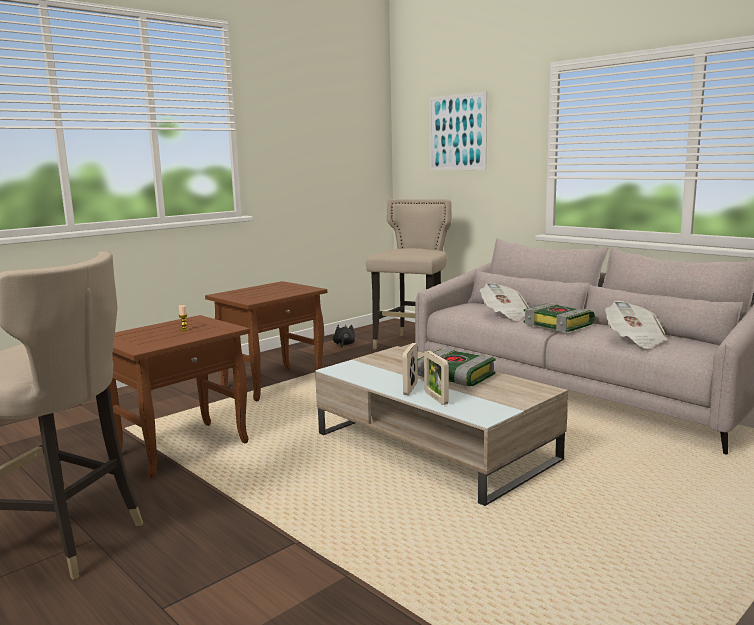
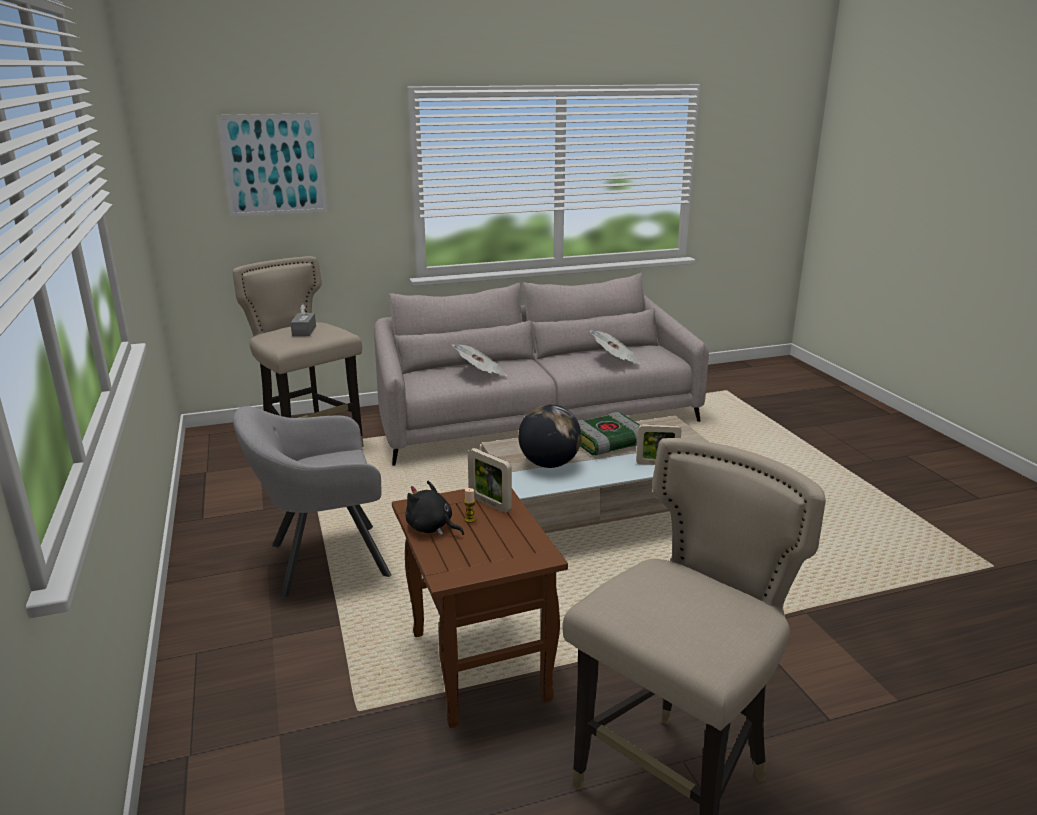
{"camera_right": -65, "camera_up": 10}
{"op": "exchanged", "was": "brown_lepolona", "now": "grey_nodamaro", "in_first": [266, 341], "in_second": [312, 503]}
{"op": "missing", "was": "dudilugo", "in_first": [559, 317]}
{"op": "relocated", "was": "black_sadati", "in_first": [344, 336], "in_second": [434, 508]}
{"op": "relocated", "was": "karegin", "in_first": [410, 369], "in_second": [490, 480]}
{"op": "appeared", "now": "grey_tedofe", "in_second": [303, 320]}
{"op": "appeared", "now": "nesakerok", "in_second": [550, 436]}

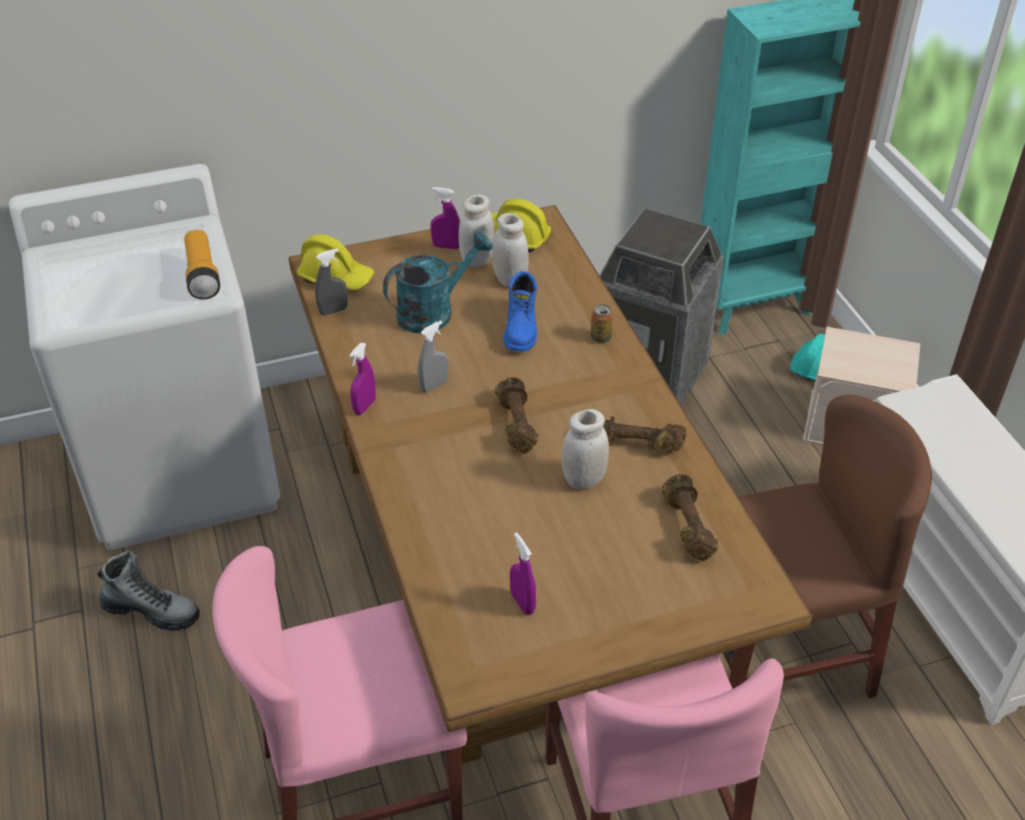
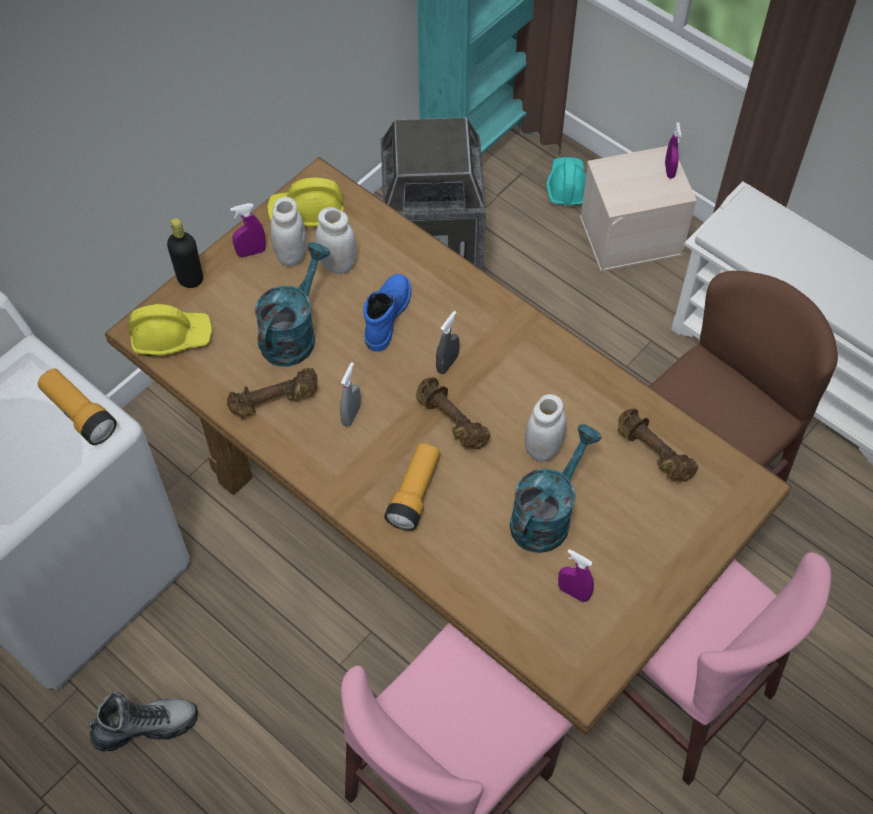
{"camera_right": -30, "camera_up": 15}
{"op": "relocated", "was": "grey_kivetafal", "in_first": [331, 282], "in_second": [447, 342]}
{"op": "spun", "was": "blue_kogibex", "in_first": [520, 311], "in_second": [387, 313], "clockwise": -135}
{"op": "missing", "was": "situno", "in_first": [602, 323]}
{"op": "relocated", "was": "purple_kivetafal", "in_first": [362, 379], "in_second": [673, 150]}
{"op": "relocated", "was": "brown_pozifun", "in_first": [645, 434], "in_second": [272, 393]}
{"op": "appeared", "now": "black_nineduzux", "in_second": [185, 253]}
{"op": "appeared", "now": "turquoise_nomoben", "in_second": [556, 488]}
{"op": "appeared", "now": "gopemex", "in_second": [412, 487]}

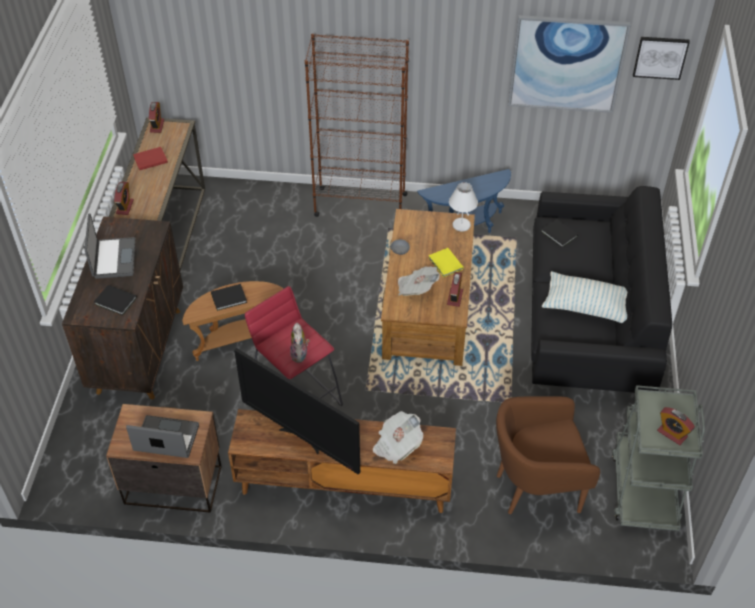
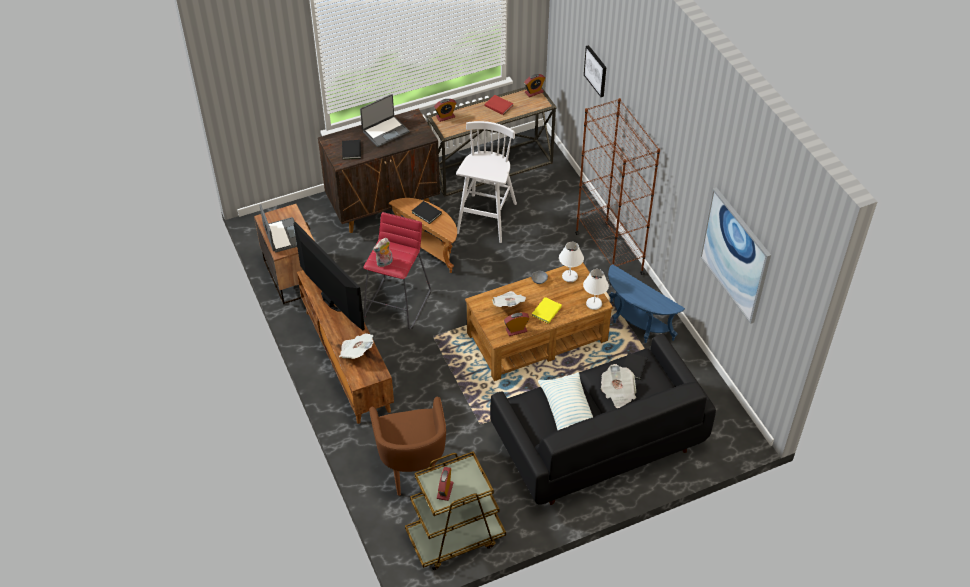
{"camera_right": 60, "camera_up": 0}
{"op": "relocated", "was": "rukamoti", "in_first": [661, 58], "in_second": [595, 71]}
{"op": "spun", "was": "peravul", "in_first": [297, 411], "in_second": [329, 276], "clockwise": 135}
{"op": "colour", "was": "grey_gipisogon", "now": "brown_gipisogon", "in_first": [658, 458], "in_second": [455, 510]}
{"op": "spun", "was": "brown_nodamaro", "in_first": [548, 455], "in_second": [407, 446], "clockwise": -150}
{"op": "appeared", "now": "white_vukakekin", "in_second": [486, 182]}
{"op": "appeared", "now": "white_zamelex", "in_second": [571, 262]}
{"op": "appeared", "now": "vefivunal", "in_second": [618, 386]}

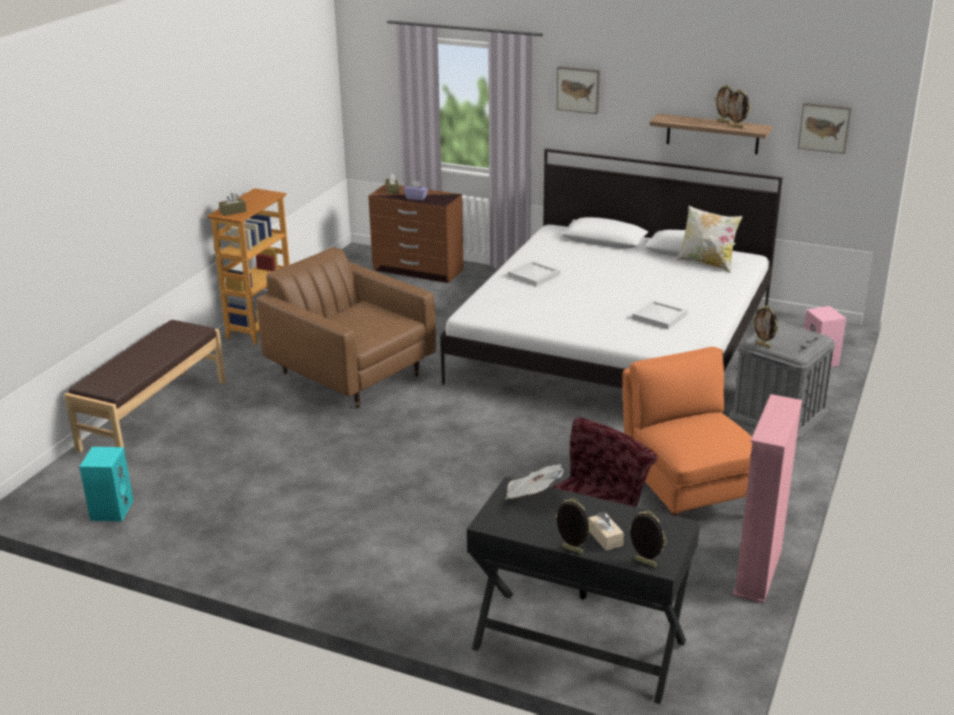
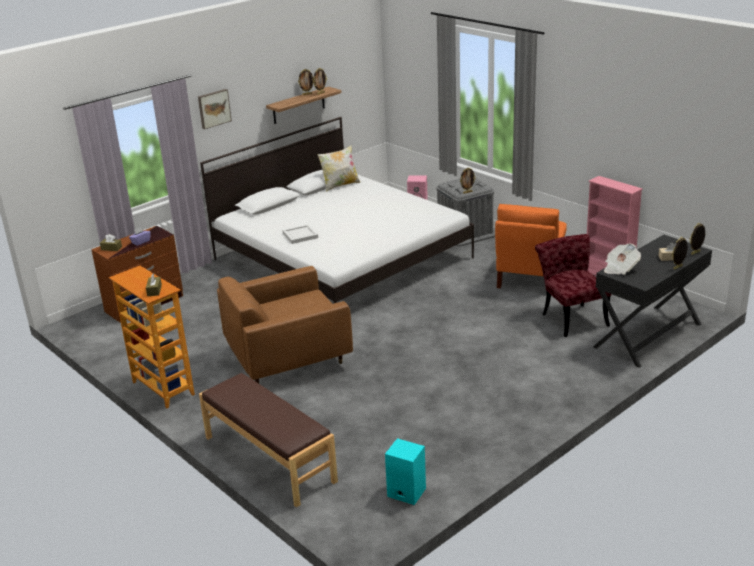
{"camera_right": -65, "camera_up": 0}
{"op": "missing", "was": "rukamoti", "in_first": [825, 128]}
{"op": "missing", "was": "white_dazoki", "in_first": [660, 314]}
{"op": "spun", "was": "orange_nodamaro", "in_first": [687, 432], "in_second": [531, 246], "clockwise": -75}

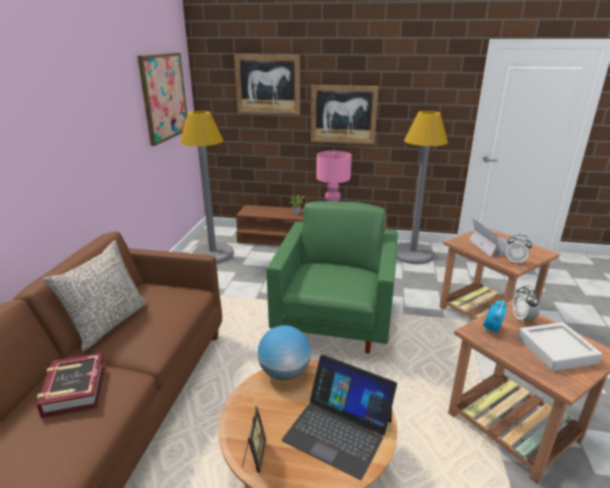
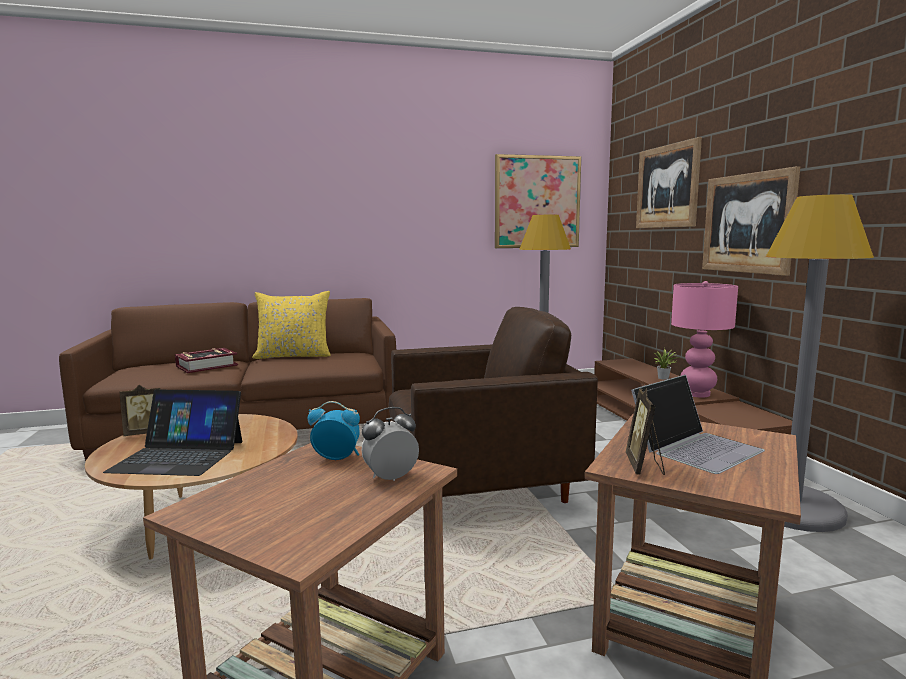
{"camera_right": 65, "camera_up": -15}
{"op": "colour", "was": "green_nodamaro", "now": "brown_nodamaro", "in_first": [332, 277], "in_second": [493, 405]}
{"op": "exchanged", "was": "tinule", "now": "karegin", "in_first": [519, 250], "in_second": [645, 431]}
{"op": "colour", "was": "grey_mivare", "now": "yellow_mivare", "in_first": [95, 295], "in_second": [291, 325]}
{"op": "missing", "was": "grey_dazoki", "in_first": [559, 346]}
{"op": "missing", "was": "nesakerok", "in_first": [284, 352]}
{"op": "spun", "was": "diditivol", "in_first": [339, 417], "in_second": [172, 432], "clockwise": -90}

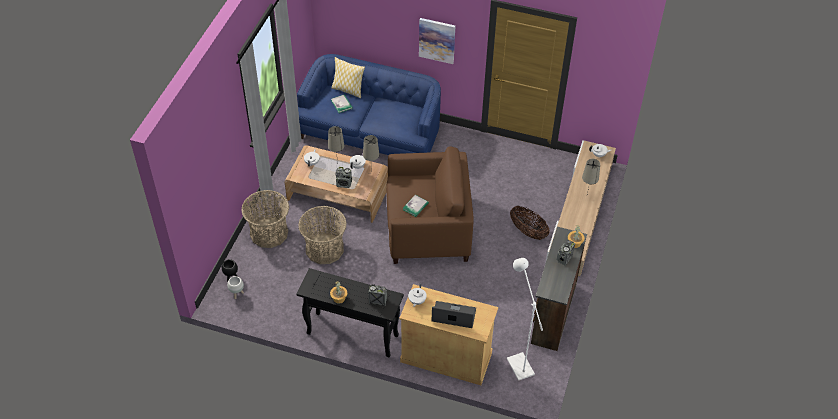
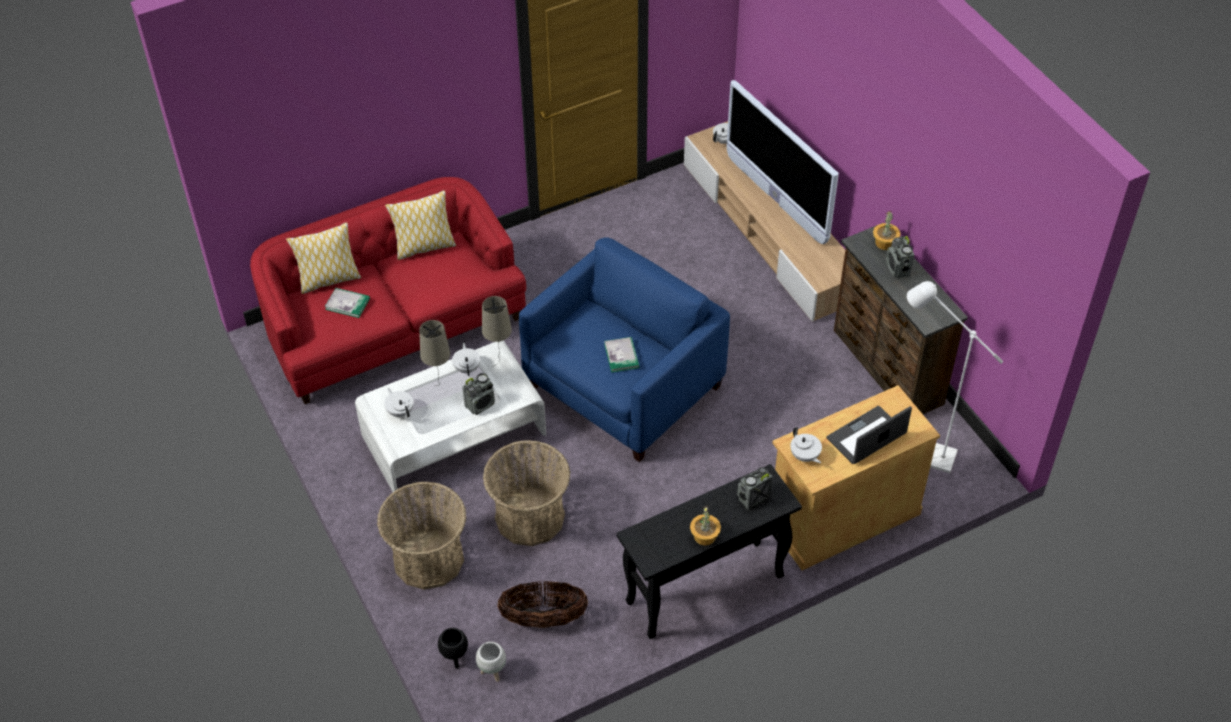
{"camera_right": -45, "camera_up": 0}
{"op": "missing", "was": "rukamoti", "in_first": [437, 41]}
{"op": "colour", "was": "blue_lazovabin", "now": "red_lazovabin", "in_first": [369, 104], "in_second": [388, 290]}
{"op": "colour", "was": "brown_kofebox", "now": "white_kofebox", "in_first": [336, 184], "in_second": [450, 418]}
{"op": "colour", "was": "brown_nodamaro", "now": "blue_nodamaro", "in_first": [430, 205], "in_second": [624, 349]}
{"op": "exchanged", "was": "beige_zamelex", "now": "peravul", "in_first": [591, 176], "in_second": [782, 162]}
{"op": "relocated", "was": "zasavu", "in_first": [530, 223], "in_second": [543, 604]}
{"op": "appeared", "now": "mivare", "in_second": [420, 225]}

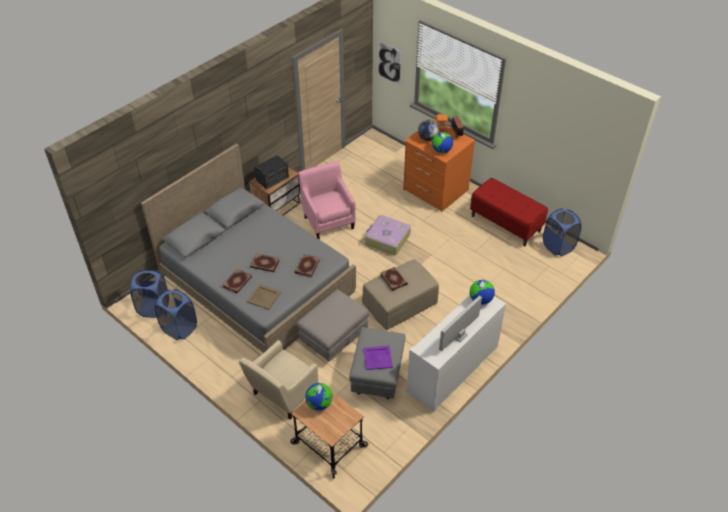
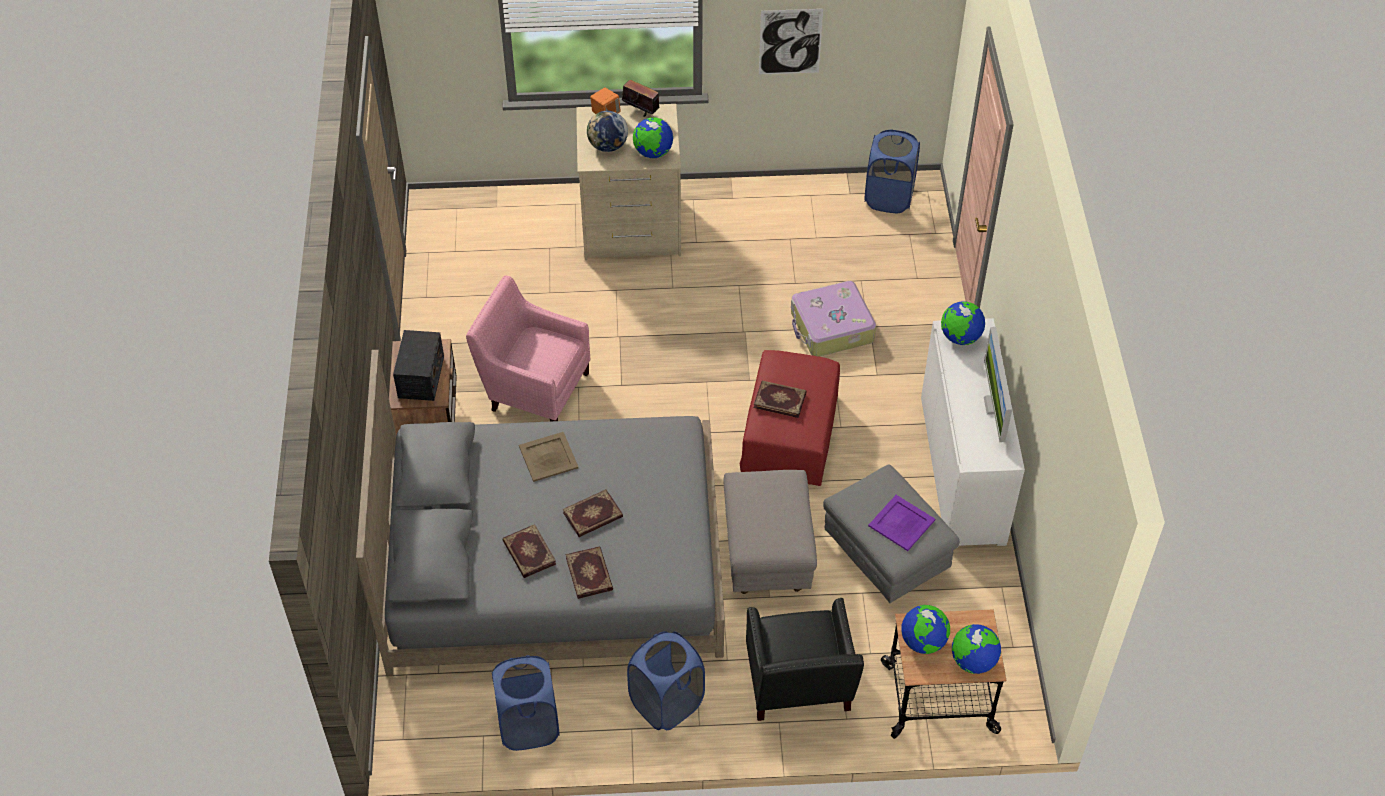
{"camera_right": -45, "camera_up": 5}
{"op": "relocated", "was": "rukamoti", "in_first": [390, 63], "in_second": [791, 42]}
{"op": "colour", "was": "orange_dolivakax", "now": "beige_dolivakax", "in_first": [439, 165], "in_second": [628, 182]}
{"op": "missing", "was": "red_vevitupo", "in_first": [509, 212]}
{"op": "relocated", "was": "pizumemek", "in_first": [388, 235], "in_second": [833, 319]}
{"op": "relocated", "was": "dudilugo", "in_first": [307, 265], "in_second": [529, 551]}
{"op": "colour", "was": "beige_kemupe", "now": "red_kemupe", "in_first": [400, 294], "in_second": [790, 418]}
{"op": "relocated", "was": "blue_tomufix", "in_first": [149, 294], "in_second": [666, 680]}
{"op": "relocated", "was": "beige_dazoki", "in_first": [264, 297], "in_second": [549, 457]}
{"op": "colour", "was": "beige_nodamaro", "now": "black_nodamaro", "in_first": [279, 380], "in_second": [805, 659]}
{"op": "appeared", "now": "nesakerok", "in_second": [976, 649]}

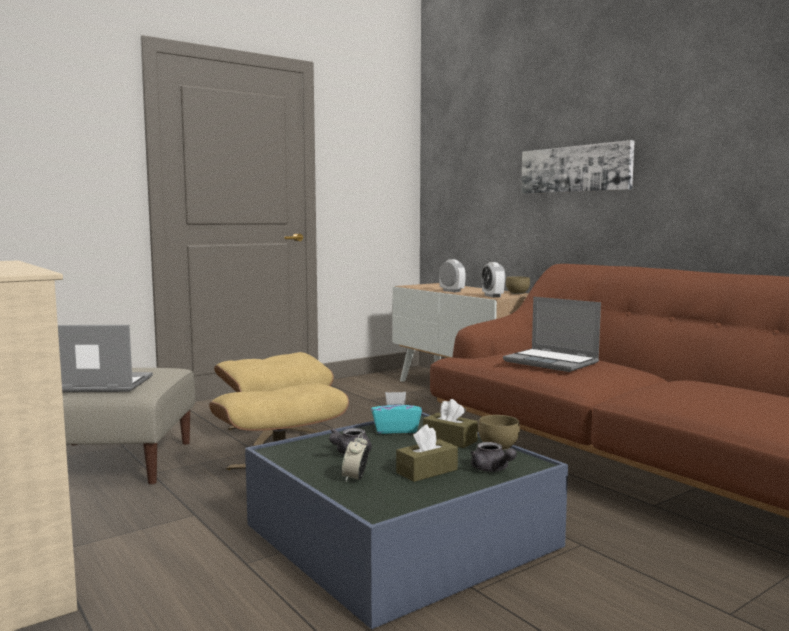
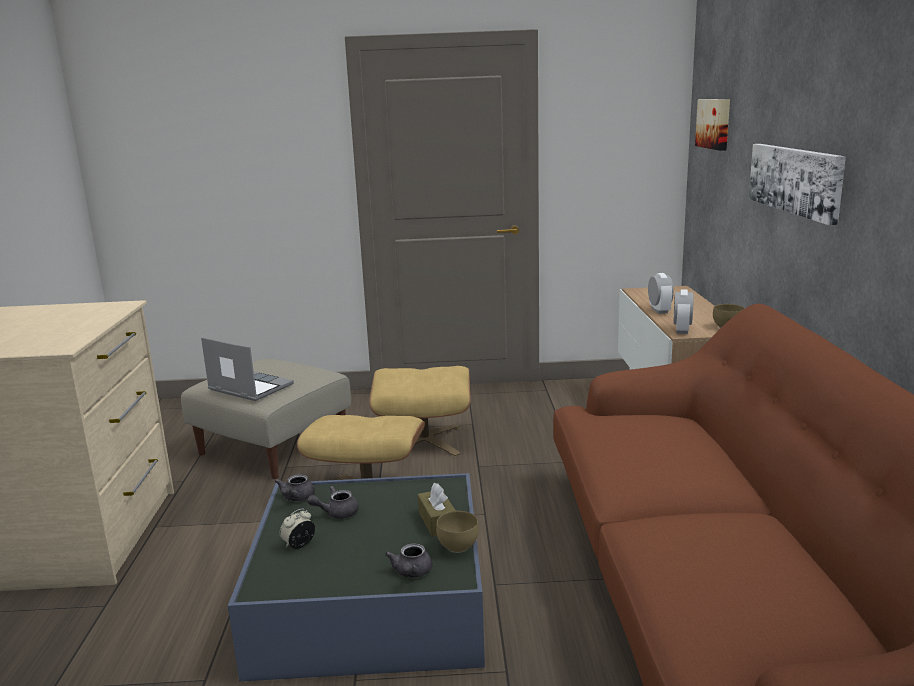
{"camera_right": 35, "camera_up": 10}
{"op": "missing", "was": "diditivol", "in_first": [552, 334]}
{"op": "missing", "was": "turquoise_tedofe", "in_first": [396, 413]}
{"op": "missing", "was": "brown_tedofe", "in_first": [427, 453]}
{"op": "appeared", "now": "rukamoti", "in_second": [712, 125]}
{"op": "appeared", "now": "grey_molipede", "in_second": [295, 487]}

